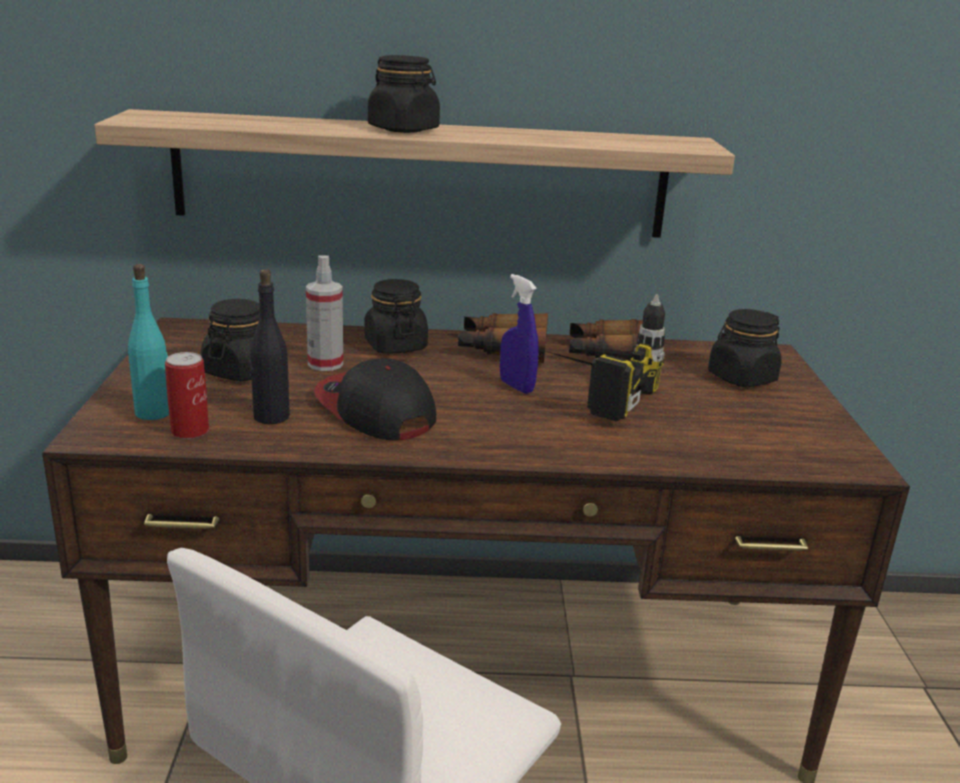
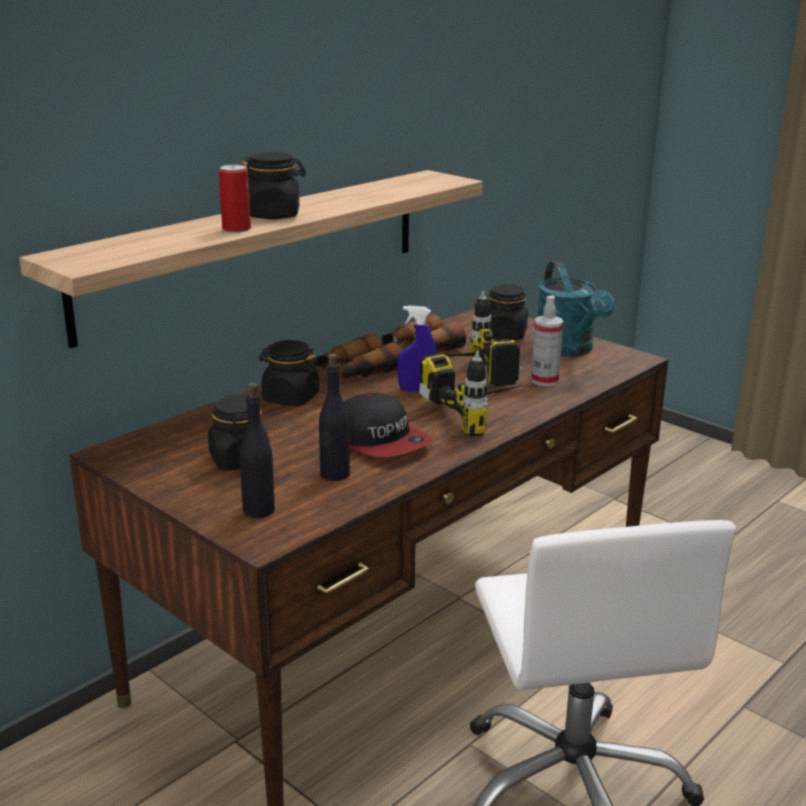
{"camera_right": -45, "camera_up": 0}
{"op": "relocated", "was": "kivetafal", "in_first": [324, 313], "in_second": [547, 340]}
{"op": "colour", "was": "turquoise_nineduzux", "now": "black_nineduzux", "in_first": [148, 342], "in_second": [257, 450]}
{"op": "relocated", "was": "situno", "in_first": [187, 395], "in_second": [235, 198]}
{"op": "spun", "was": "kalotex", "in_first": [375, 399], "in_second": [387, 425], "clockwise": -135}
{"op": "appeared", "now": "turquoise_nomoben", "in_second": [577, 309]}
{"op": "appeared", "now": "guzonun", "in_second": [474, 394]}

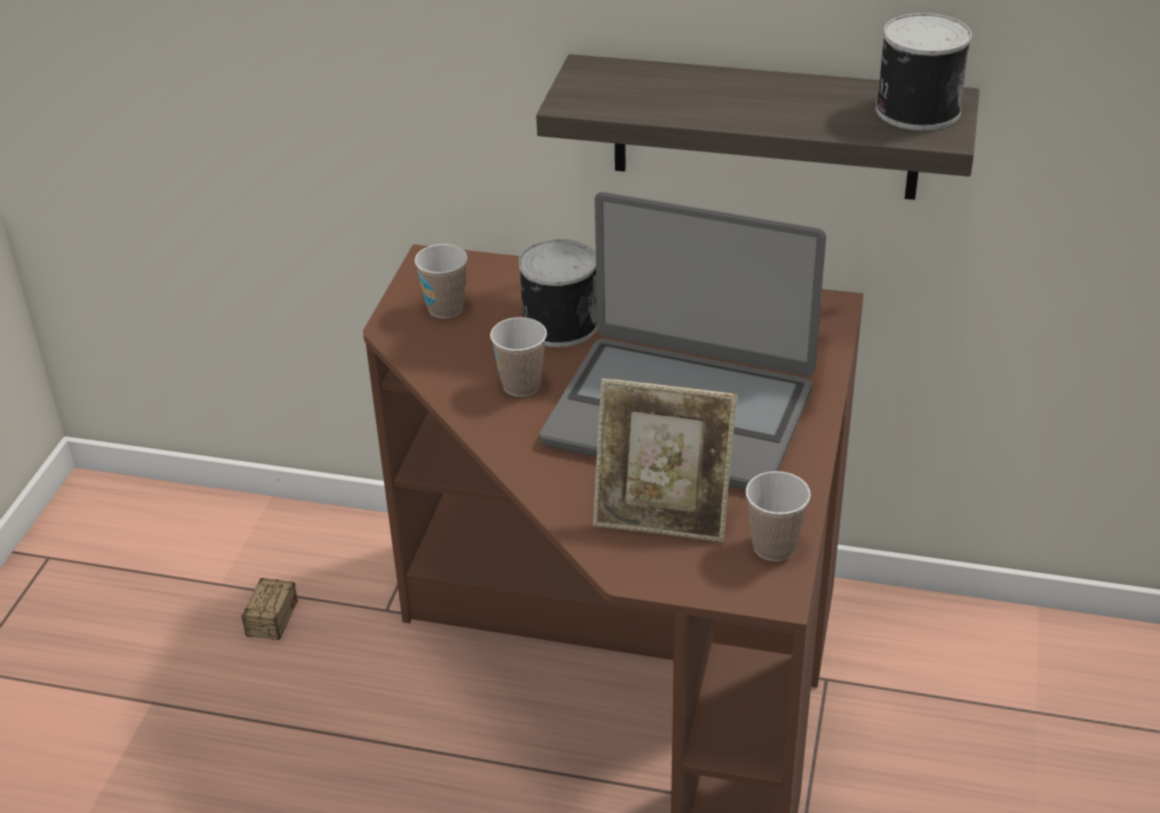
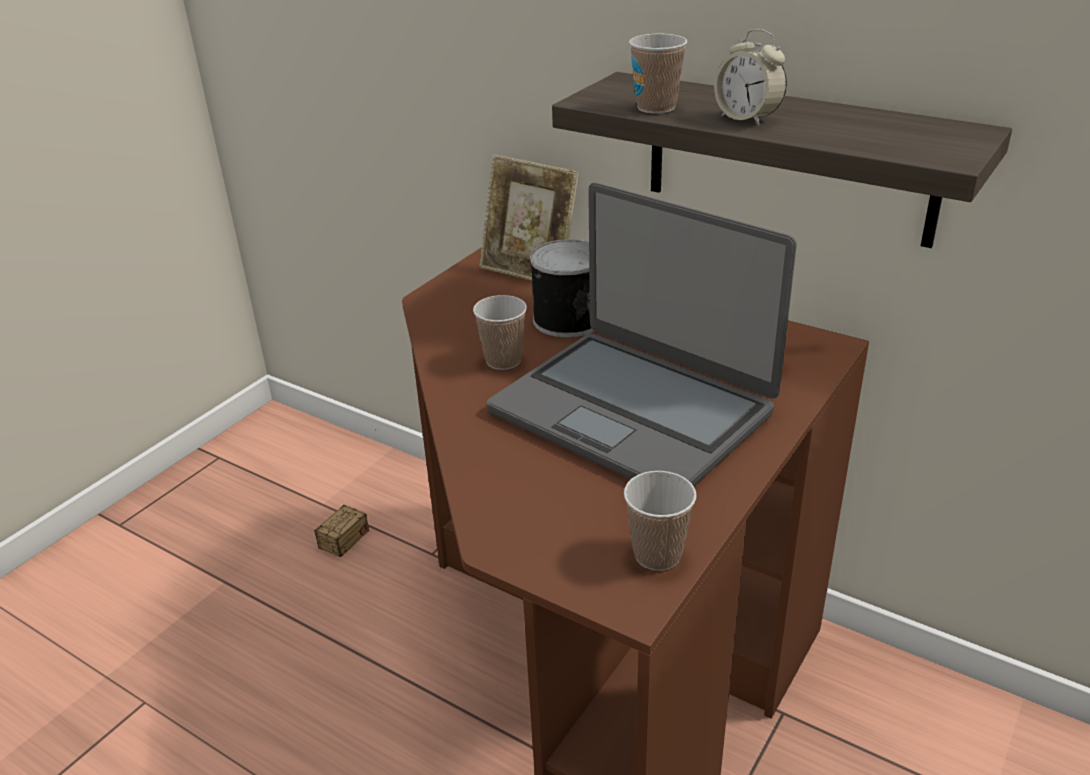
{"camera_right": 20, "camera_up": -5}
{"op": "missing", "was": "situno", "in_first": [924, 72]}
{"op": "relocated", "was": "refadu", "in_first": [441, 281], "in_second": [658, 74]}
{"op": "relocated", "was": "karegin", "in_first": [665, 460], "in_second": [529, 217]}
{"op": "appeared", "now": "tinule", "in_second": [750, 77]}

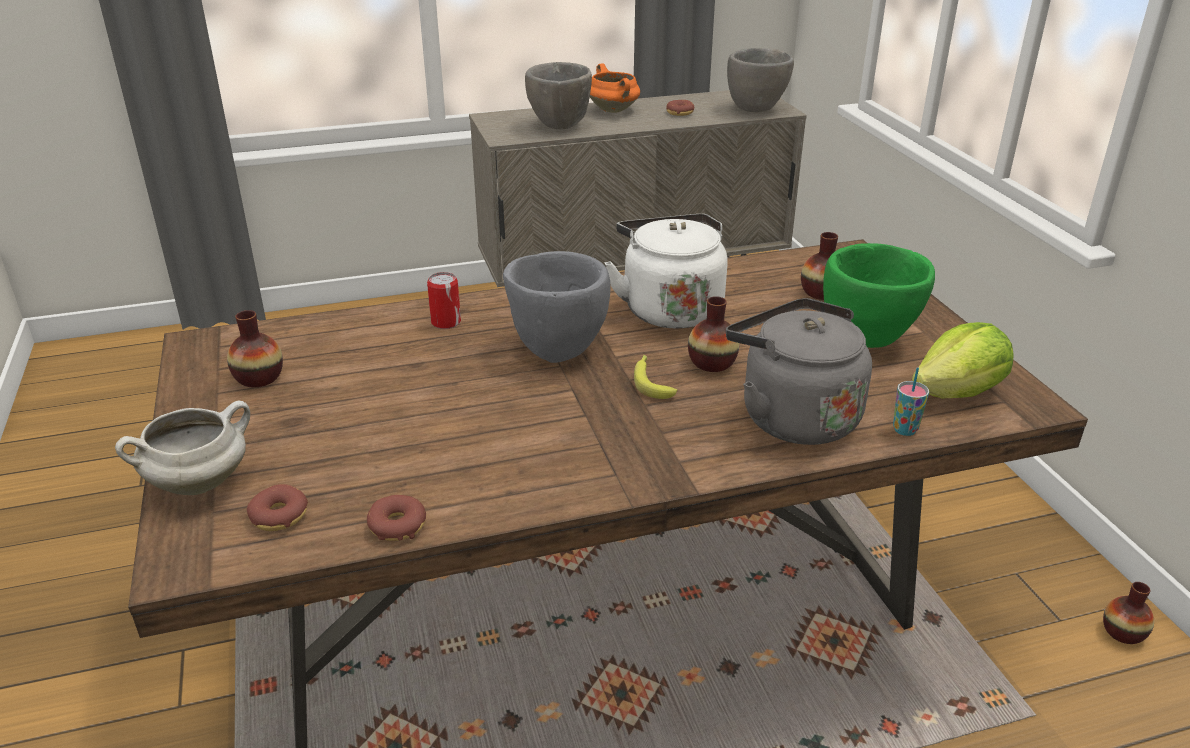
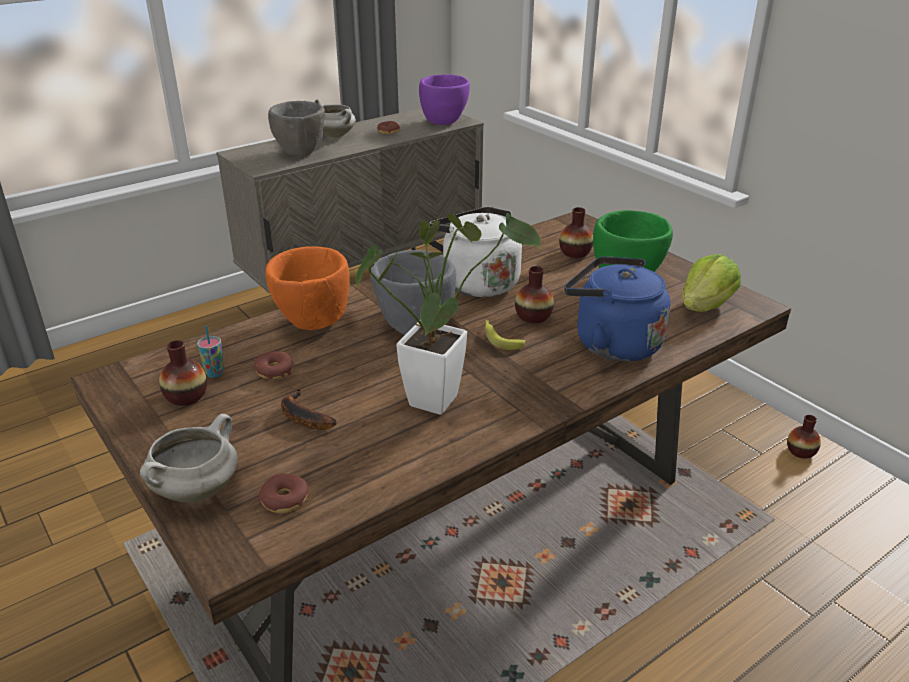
{"camera_right": -20, "camera_up": 0}
{"op": "colour", "was": "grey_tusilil", "now": "purple_tusilil", "in_first": [760, 80], "in_second": [444, 99]}
{"op": "colour", "was": "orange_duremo", "now": "white_duremo", "in_first": [615, 88], "in_second": [335, 118]}
{"op": "exchanged", "was": "situno", "now": "orange_tusilil", "in_first": [444, 300], "in_second": [307, 288]}
{"op": "colour", "was": "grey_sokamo", "now": "blue_sokamo", "in_first": [799, 371], "in_second": [617, 309]}
{"op": "relocated", "was": "refadu", "in_first": [911, 401], "in_second": [210, 351]}
{"op": "relocated", "was": "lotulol", "in_first": [396, 518], "in_second": [274, 365]}
{"op": "appeared", "now": "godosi", "in_second": [448, 314]}
{"op": "appeared", "now": "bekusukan", "in_second": [308, 409]}

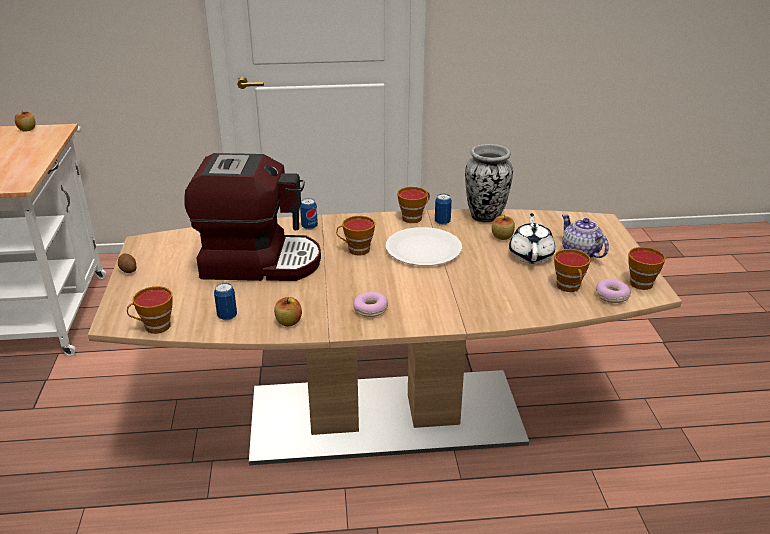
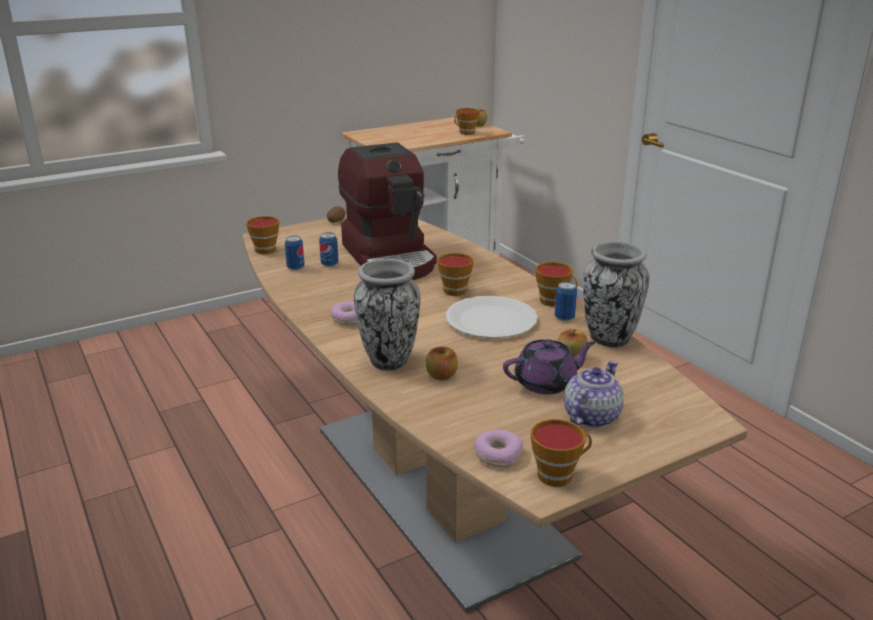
{"camera_right": 65, "camera_up": -5}
{"op": "relocated", "was": "situno", "in_first": [309, 214], "in_second": [329, 249]}
{"op": "colour", "was": "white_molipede", "now": "purple_molipede", "in_first": [532, 238], "in_second": [549, 367]}
{"op": "relocated", "was": "refadu", "in_first": [572, 270], "in_second": [467, 121]}
{"op": "relocated", "was": "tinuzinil", "in_first": [288, 312], "in_second": [442, 364]}
{"op": "appeared", "now": "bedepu", "in_second": [387, 315]}

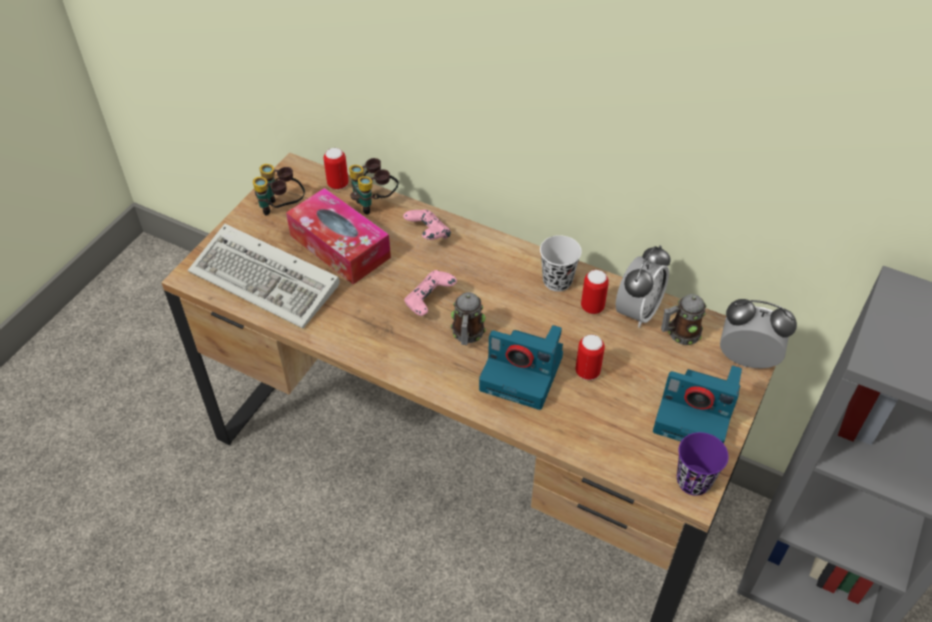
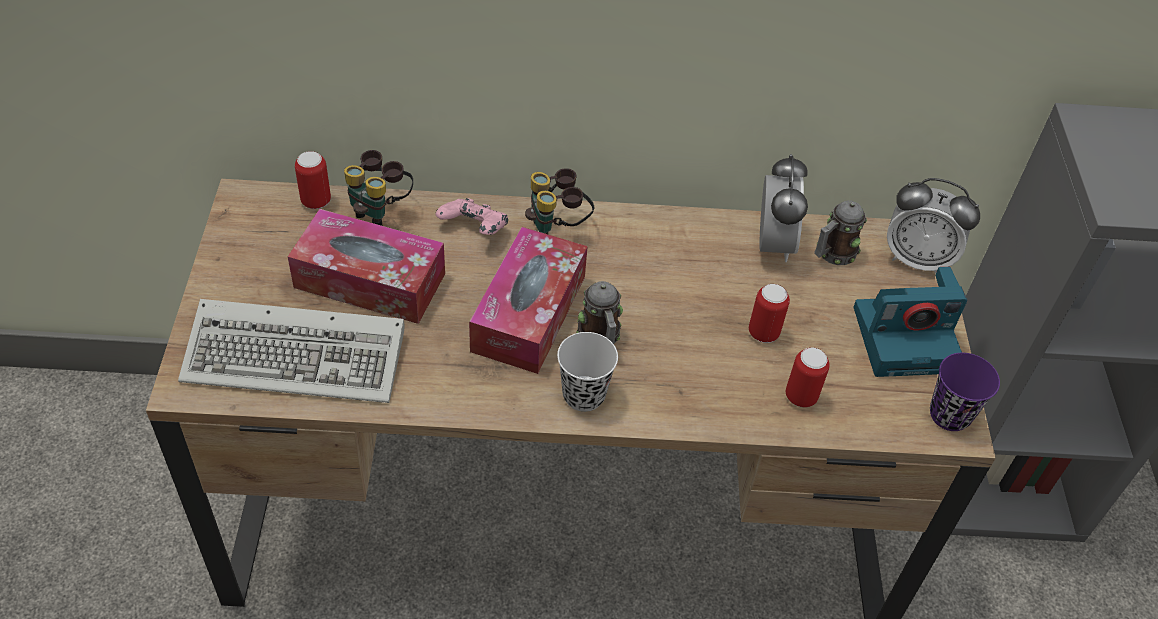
{"camera_right": -30, "camera_up": 0}
{"op": "relocated", "was": "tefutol", "in_first": [279, 189], "in_second": [559, 201]}
{"op": "relocated", "was": "white_refadu", "in_first": [561, 263], "in_second": [587, 372]}
{"op": "exchanged", "was": "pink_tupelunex", "now": "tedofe", "in_first": [430, 293], "in_second": [528, 300]}
{"op": "relocated", "was": "situno", "in_first": [595, 292], "in_second": [808, 377]}
{"op": "spun", "was": "tinule", "in_first": [758, 333], "in_second": [933, 226], "clockwise": -150}
{"op": "missing", "was": "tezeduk", "in_first": [521, 367]}

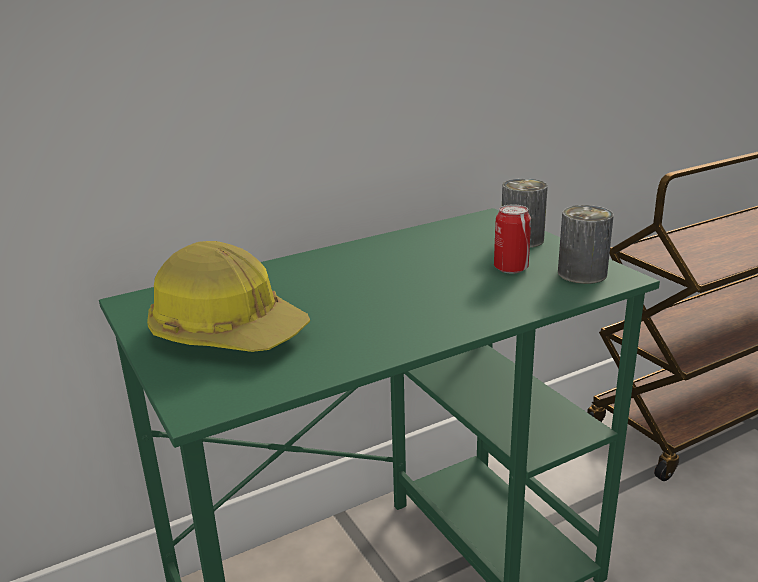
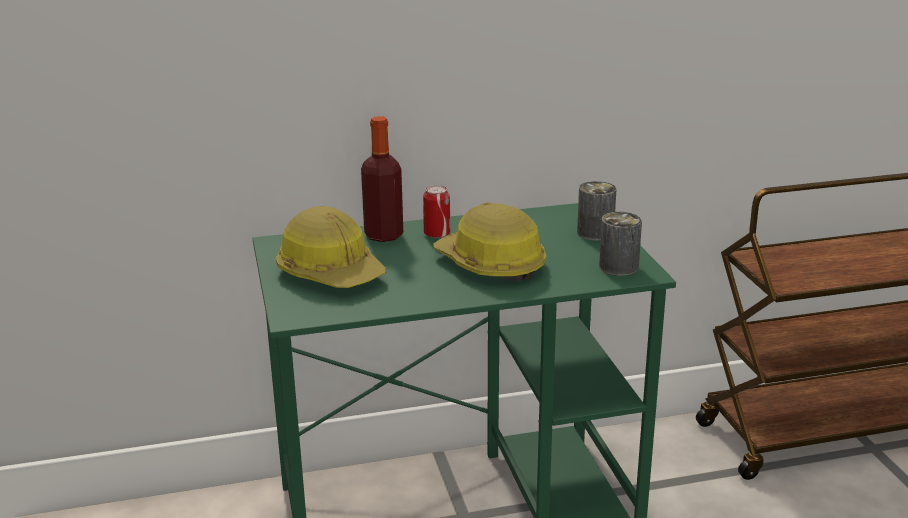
{"camera_right": 15, "camera_up": 0}
{"op": "relocated", "was": "situno", "in_first": [512, 239], "in_second": [436, 211]}
{"op": "appeared", "now": "nineduzux", "in_second": [382, 179]}
{"op": "appeared", "now": "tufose", "in_second": [489, 242]}

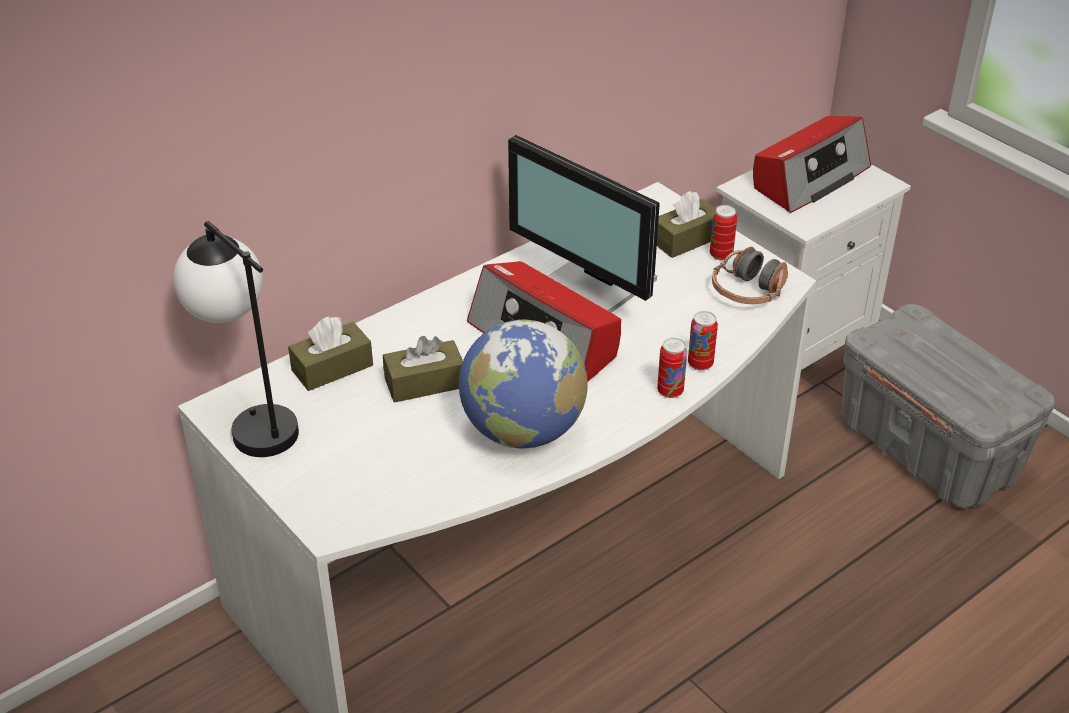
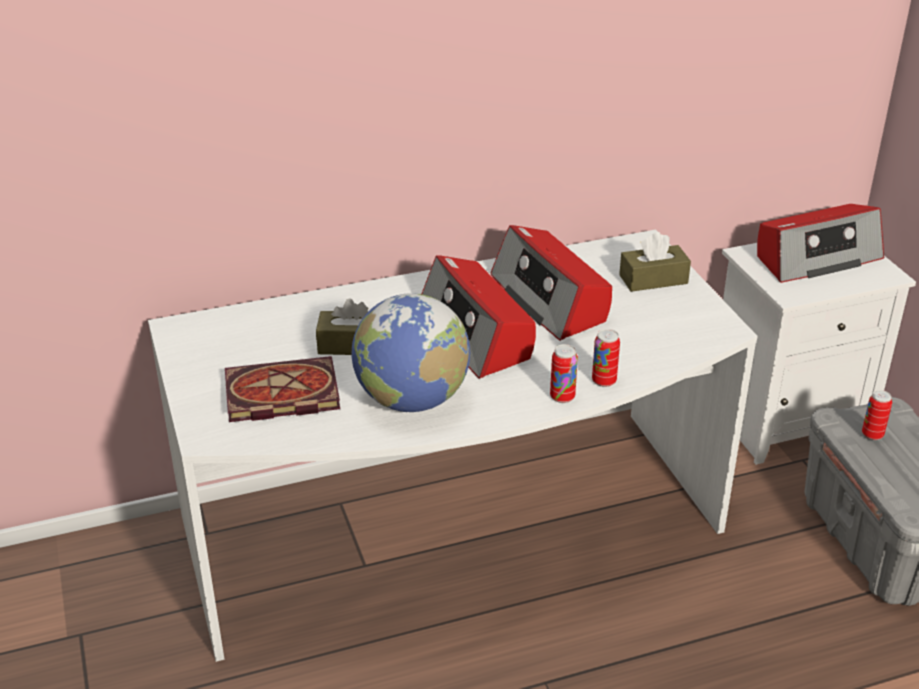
{"camera_right": 20, "camera_up": -5}
{"op": "exchanged", "was": "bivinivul", "now": "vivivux", "in_first": [584, 224], "in_second": [551, 283]}
{"op": "relocated", "was": "situno", "in_first": [723, 232], "in_second": [877, 415]}
{"op": "missing", "was": "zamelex", "in_first": [236, 339]}
{"op": "missing", "was": "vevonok", "in_first": [750, 275]}
{"op": "missing", "was": "brown_tedofe", "in_first": [330, 354]}
{"op": "appeared", "now": "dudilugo", "in_second": [282, 389]}

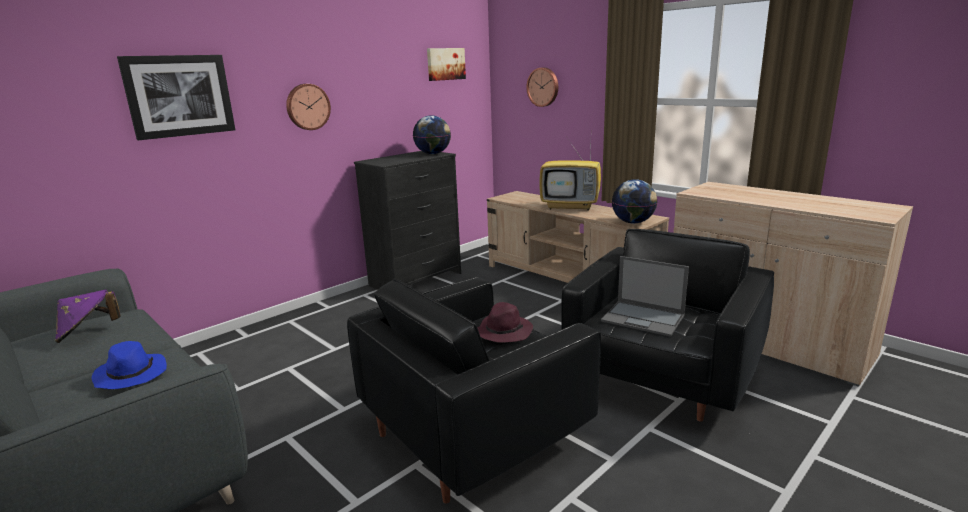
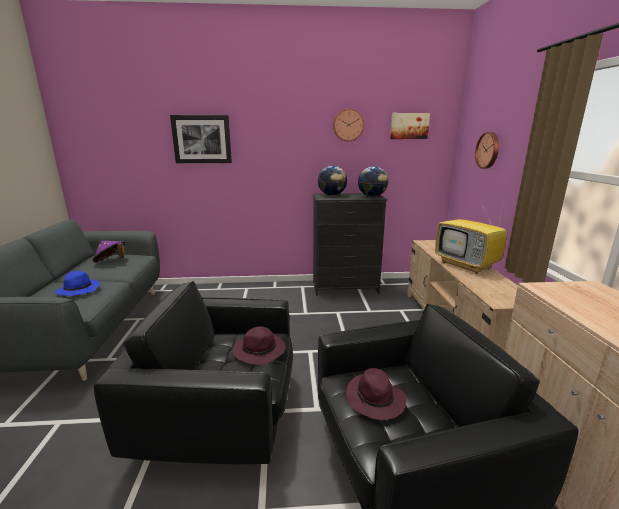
{"camera_right": 40, "camera_up": 0}
{"op": "relocated", "was": "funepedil", "in_first": [308, 107], "in_second": [348, 124]}
{"op": "relocated", "was": "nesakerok", "in_first": [634, 201], "in_second": [332, 181]}
{"op": "exchanged", "was": "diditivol", "now": "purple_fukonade", "in_first": [645, 296], "in_second": [376, 394]}

